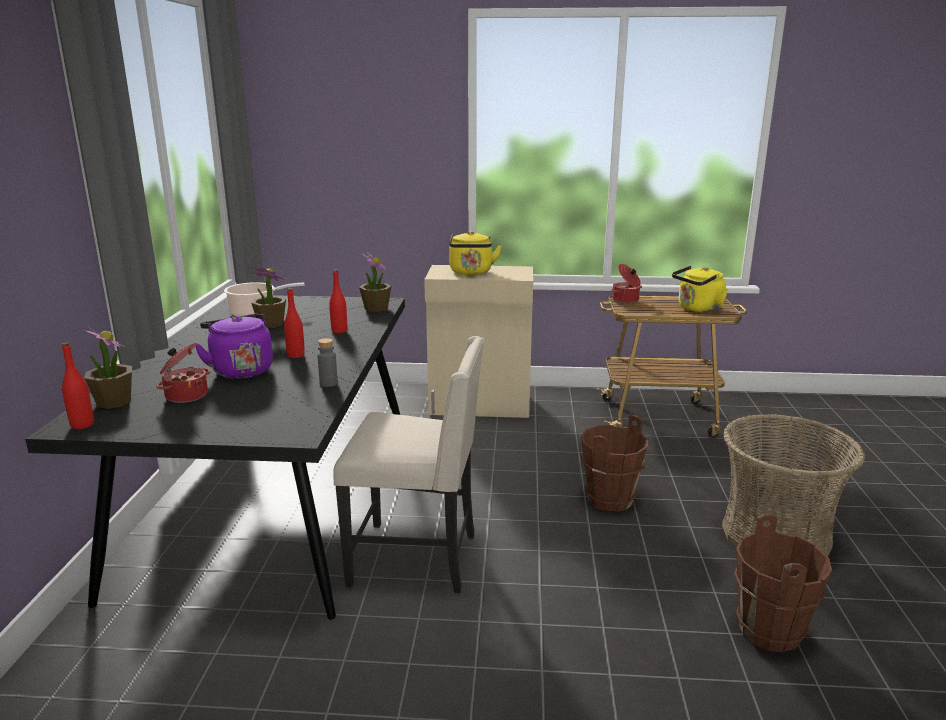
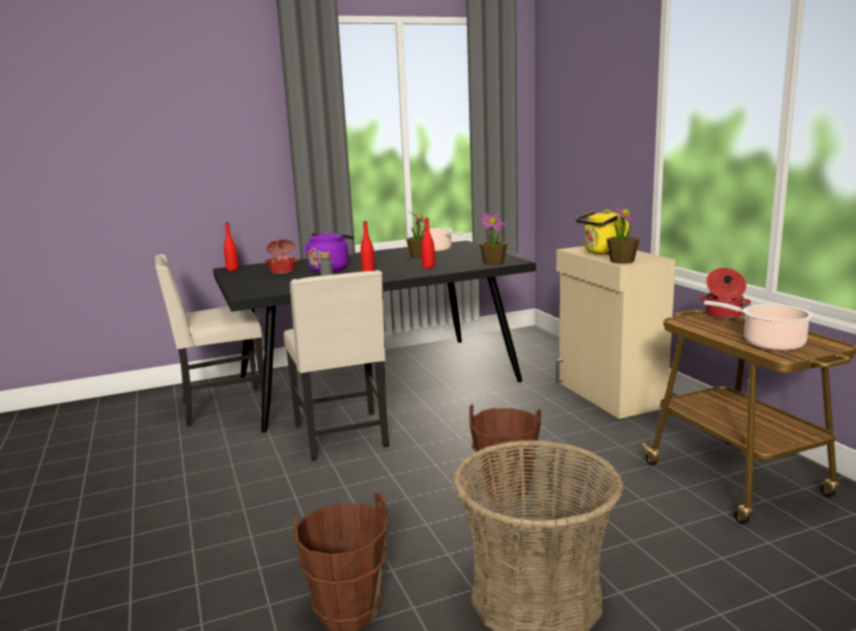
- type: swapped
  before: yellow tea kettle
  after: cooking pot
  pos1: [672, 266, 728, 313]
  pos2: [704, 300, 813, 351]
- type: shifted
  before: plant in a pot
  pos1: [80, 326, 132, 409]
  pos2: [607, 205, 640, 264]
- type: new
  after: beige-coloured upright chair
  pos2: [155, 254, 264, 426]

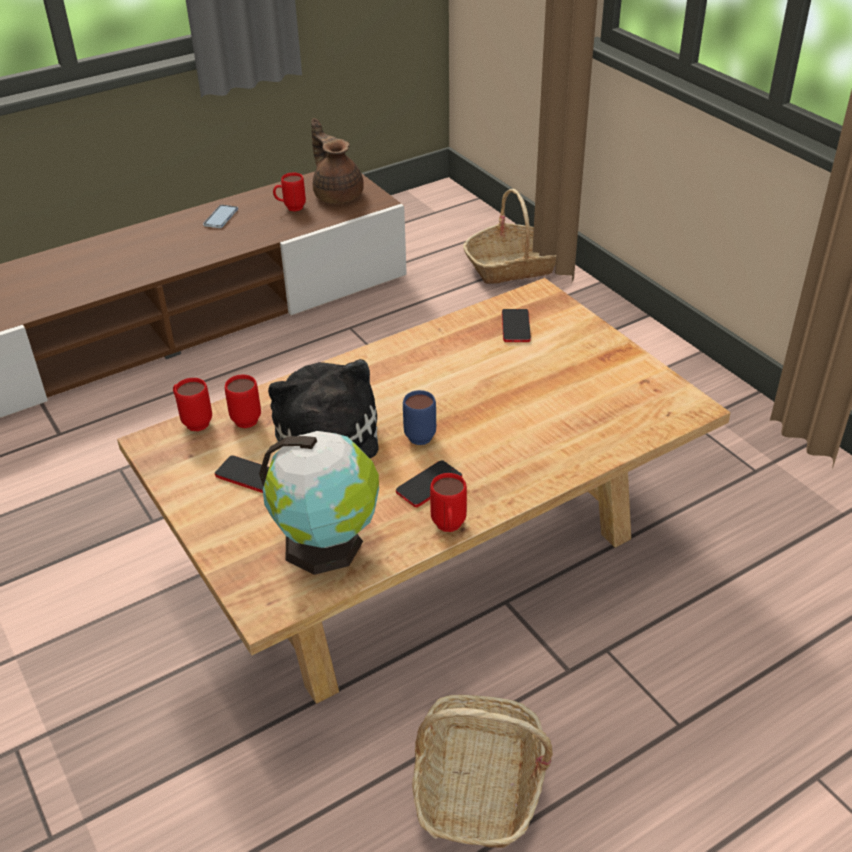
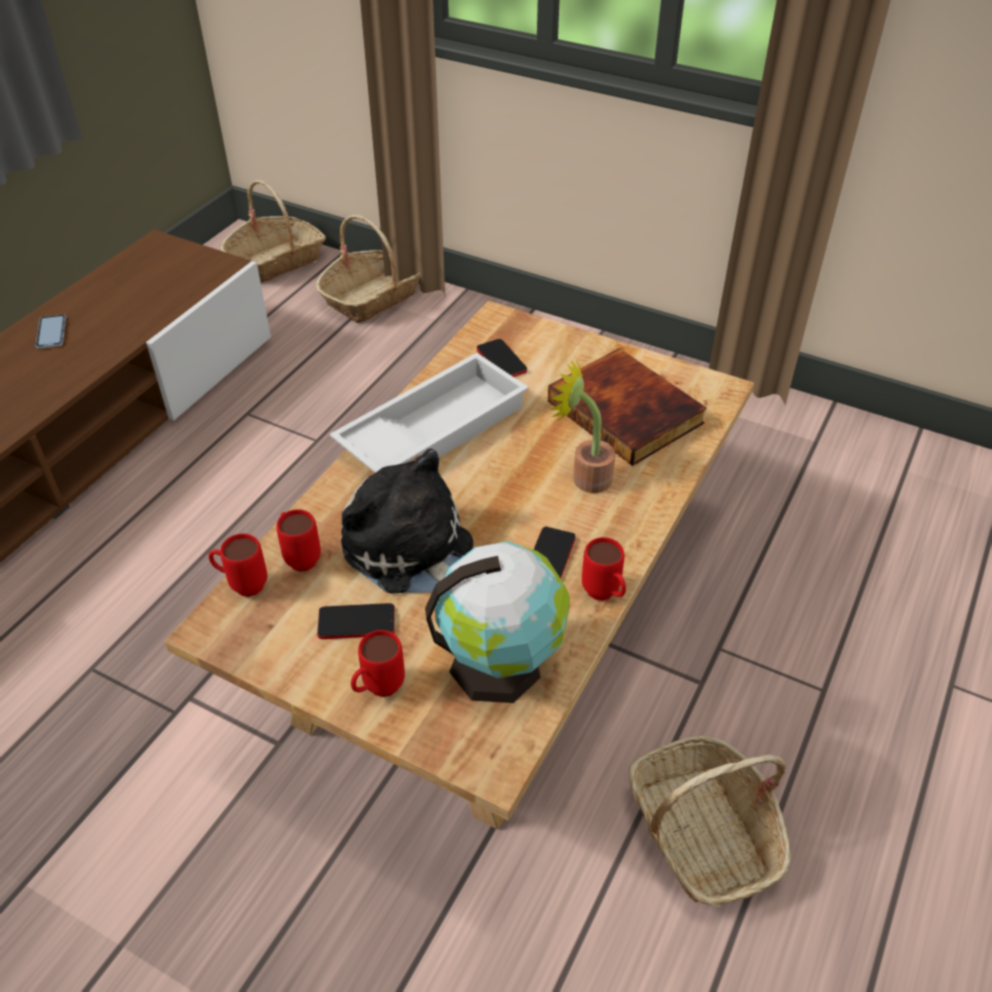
- type: gone
  before: brownish tea pot
  pos1: [311, 118, 364, 204]
- type: shifted
  before: reddish coffee mug
  pos1: [273, 173, 306, 211]
  pos2: [351, 630, 405, 697]
- type: gone
  before: blue coffee mug
  pos1: [403, 390, 436, 445]
- type: new
  after: household basket
  pos2: [221, 180, 326, 283]
- type: new
  after: bound book
  pos2: [548, 348, 707, 466]
- type: new
  after: whitish carrying tray
  pos2: [330, 353, 529, 473]
- type: new
  after: plant in a pot
  pos2: [550, 360, 615, 493]

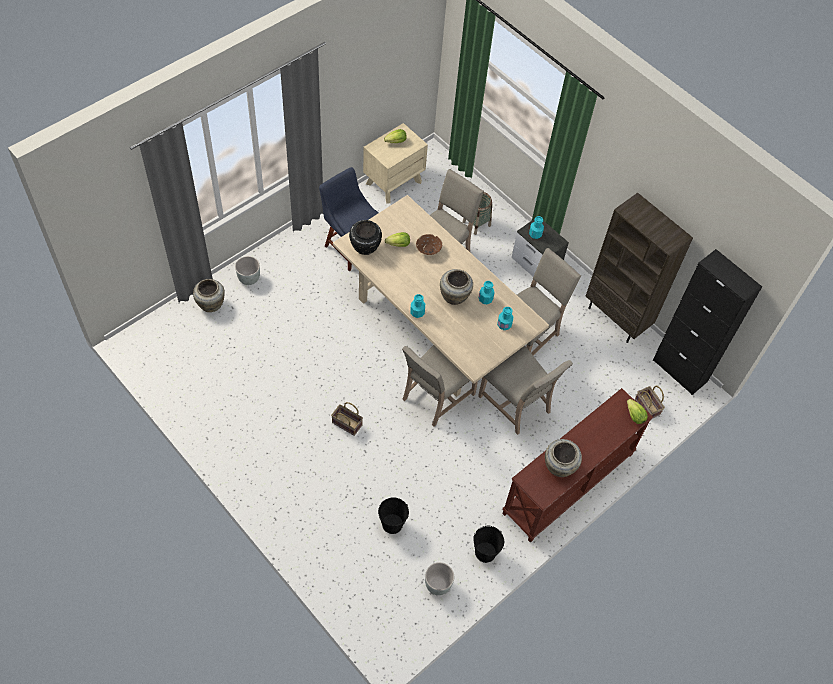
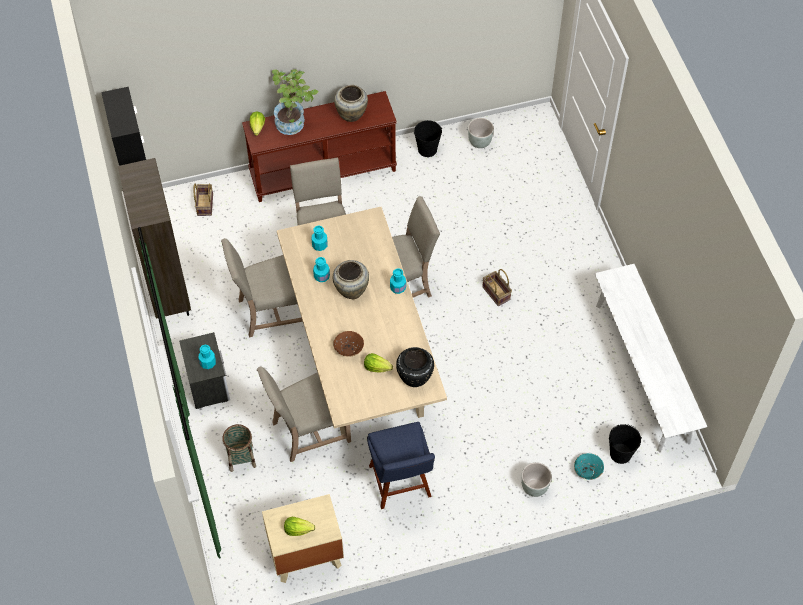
- type: swapped
  before: beige-coloured vase
  after: blue-green serving bowl
  pos1: [193, 279, 225, 312]
  pos2: [574, 453, 604, 480]
- type: shifted
  before: blackish bucket
  pos1: [378, 497, 409, 534]
  pos2: [609, 424, 642, 464]
- type: new
  after: plant in a pot
  pos2: [272, 69, 319, 135]
- type: new
  after: whitish indoor bench
  pos2: [595, 264, 707, 452]

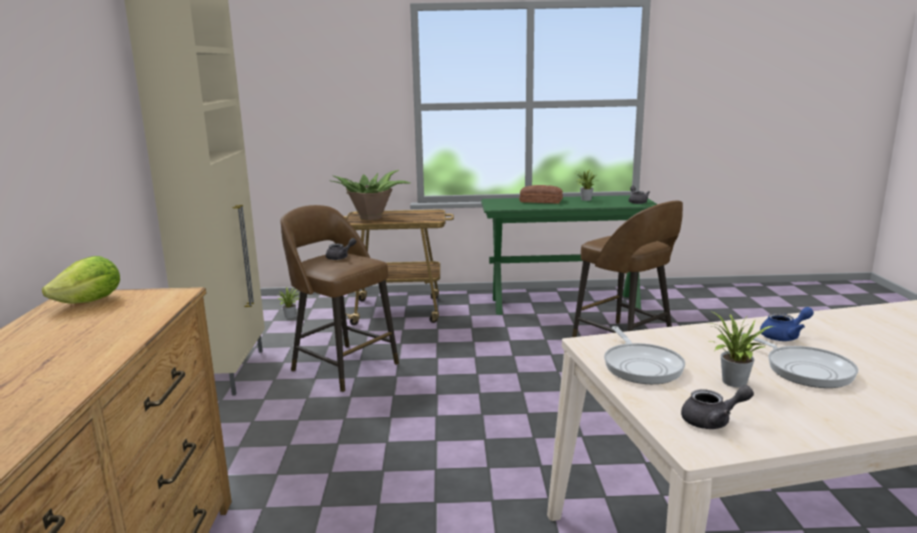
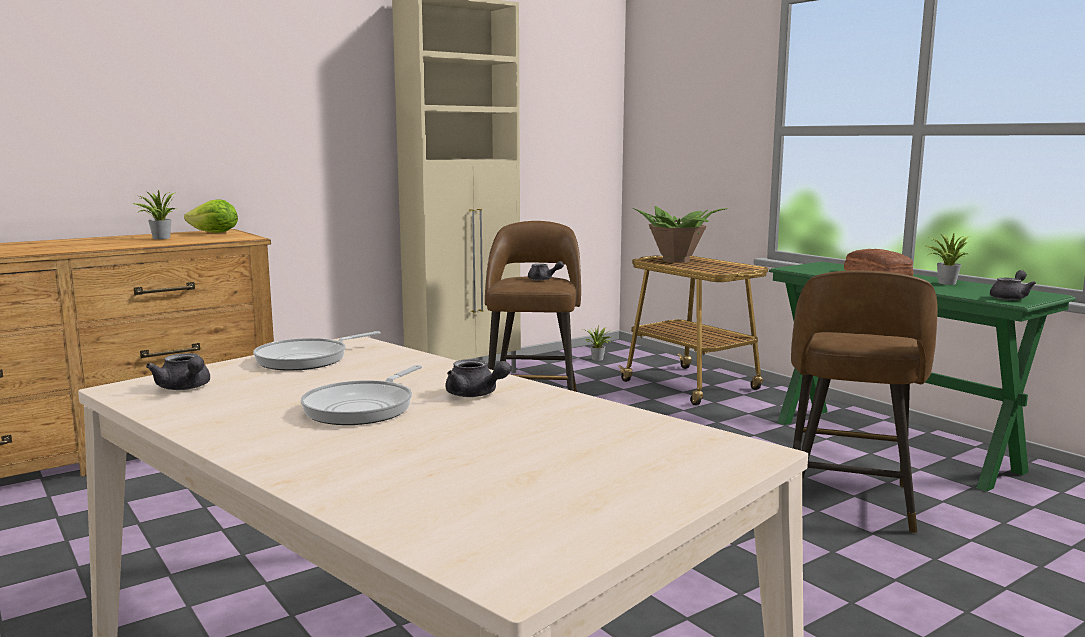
- type: repainted
  before: blue tea pot
  after: gray tea pot
  pos1: [760, 307, 814, 341]
  pos2: [445, 359, 511, 397]
- type: shifted
  before: plant in a pot
  pos1: [708, 312, 773, 387]
  pos2: [132, 190, 176, 239]

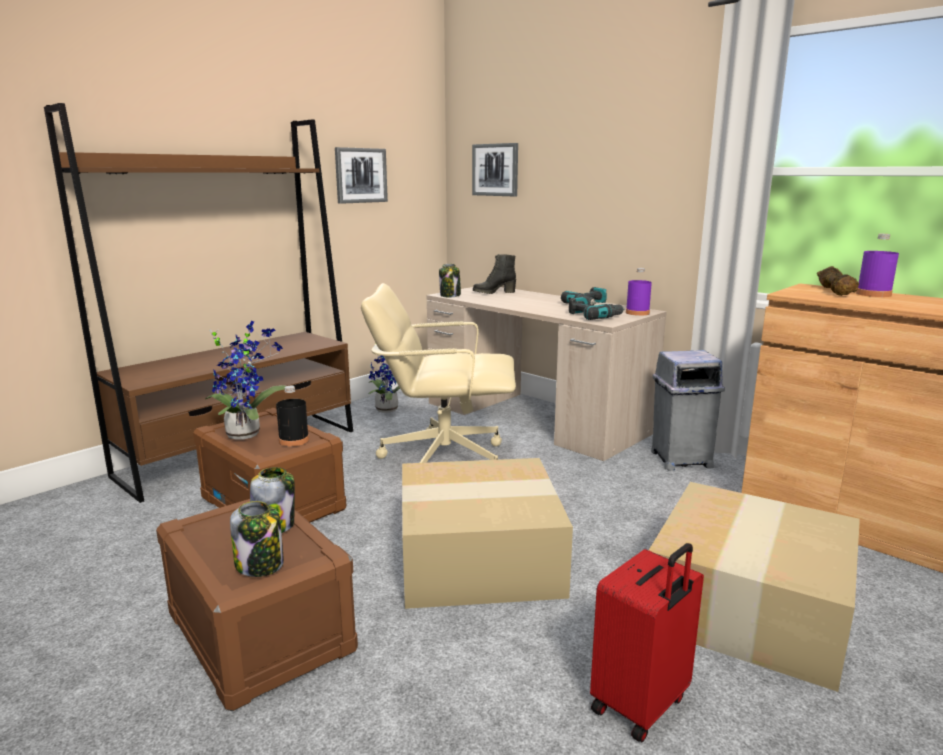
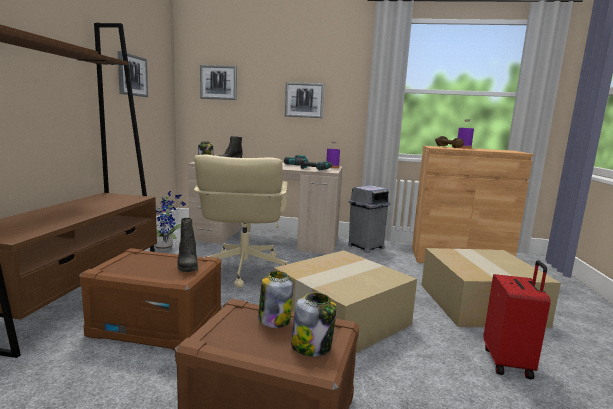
- type: rotated
  before: beige-coloured office chair
  pos1: [361, 283, 516, 463]
  pos2: [194, 155, 288, 288]
  turn: -60
- type: gone
  before: plant in a pot
  pos1: [205, 321, 286, 440]
- type: swapped
  before: blackish drink bottle
  after: blackish tall boot
  pos1: [276, 386, 309, 446]
  pos2: [177, 218, 198, 272]
- type: new
  after: wall picture
  pos2: [285, 82, 324, 118]

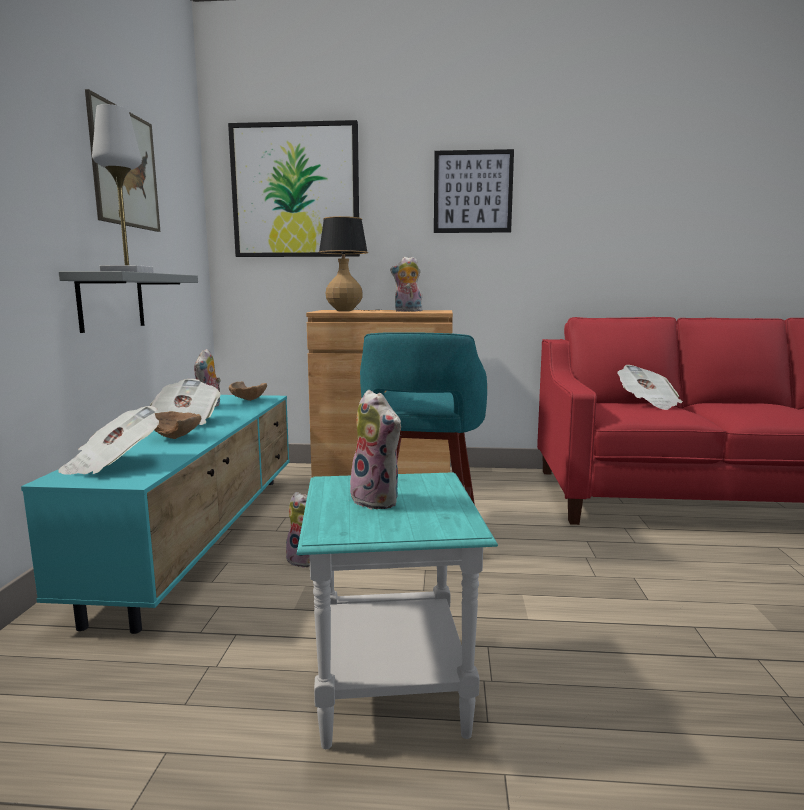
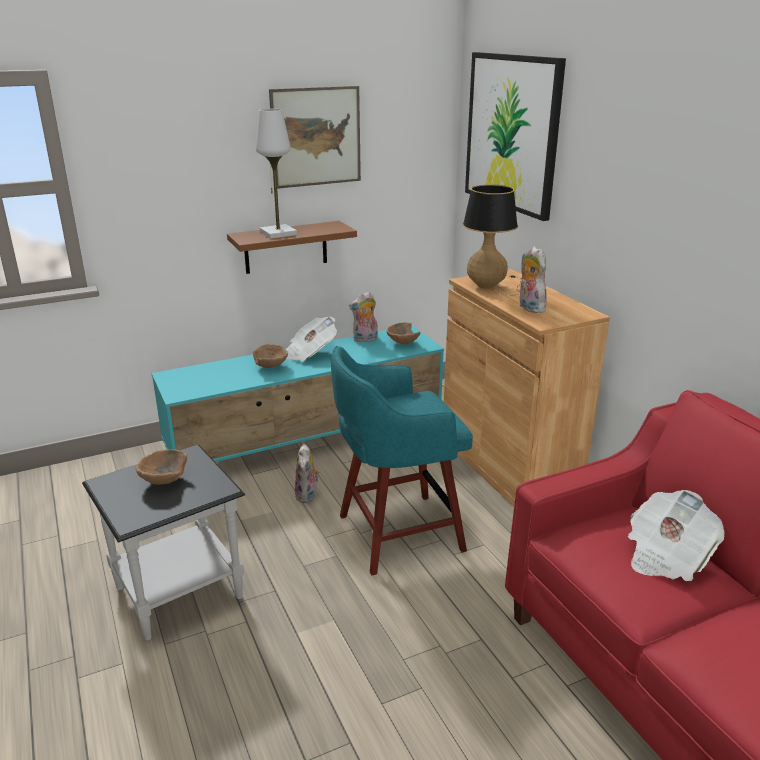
- type: gone
  before: wall picture
  pos1: [434, 149, 514, 233]
- type: repainted
  before: gray shelf
  after: brownish shelf
  pos1: [59, 271, 198, 333]
  pos2: [227, 221, 357, 274]
- type: swapped
  before: cuddly toy
  after: brownish serving bowl
  pos1: [350, 390, 402, 510]
  pos2: [136, 449, 187, 485]
- type: gone
  before: daily paper
  pos1: [59, 406, 159, 475]
- type: repainted
  before: blue-green side table
  after: blackish side table
  pos1: [297, 472, 498, 749]
  pos2: [82, 445, 245, 641]

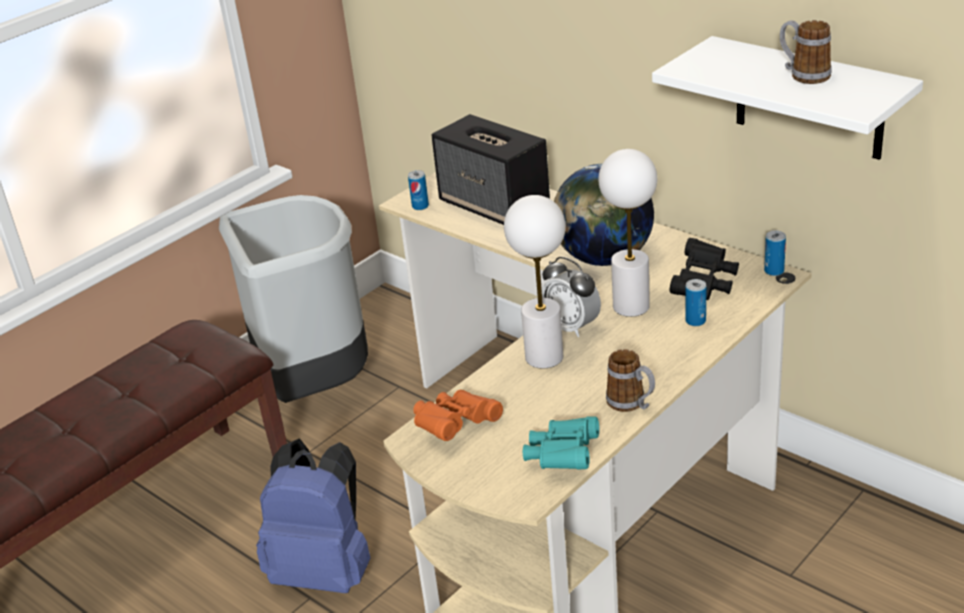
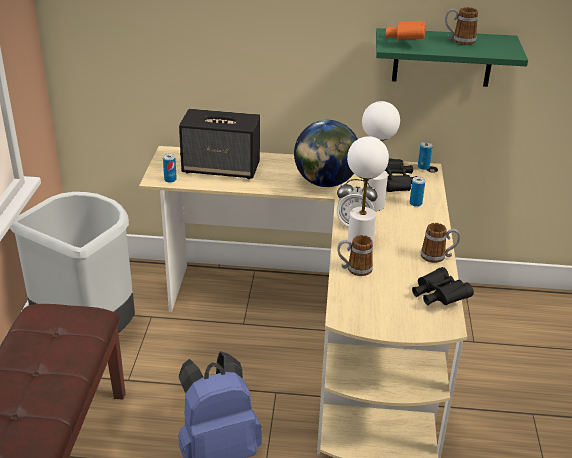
- type: repainted
  before: whitish shelf
  after: green shelf
  pos1: [652, 36, 923, 160]
  pos2: [376, 28, 528, 87]
- type: shifted
  before: orange-coloured pair of binoculars
  pos1: [413, 390, 503, 441]
  pos2: [386, 21, 425, 39]
- type: repainted
  before: blue-green pair of binoculars
  after: blackish pair of binoculars
  pos1: [523, 417, 599, 470]
  pos2: [412, 267, 474, 305]
- type: new
  after: coffee mug
  pos2: [337, 235, 373, 276]

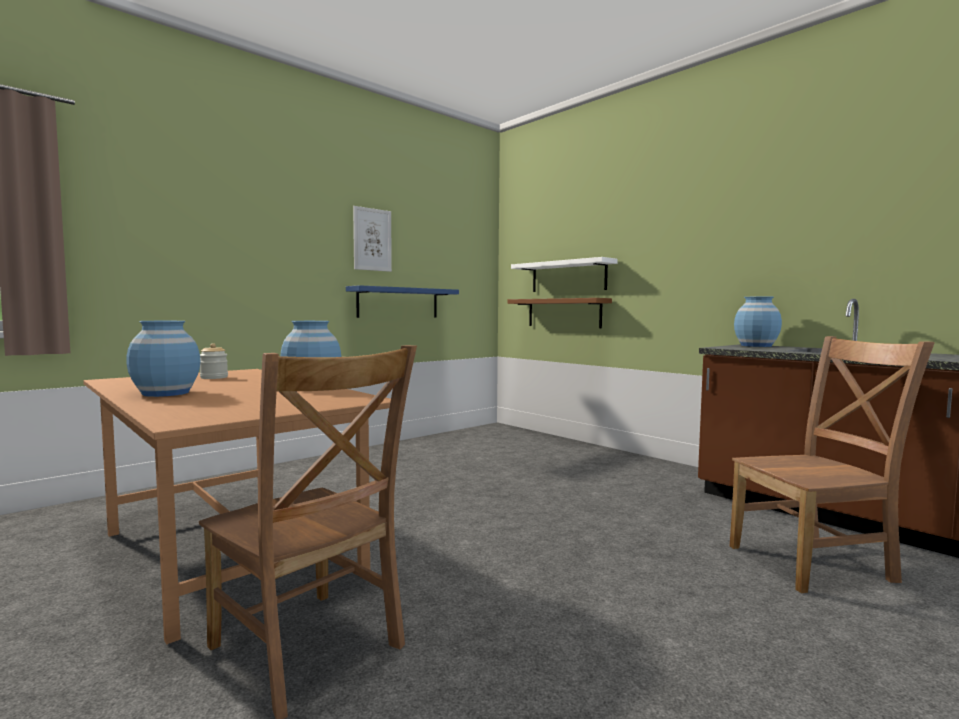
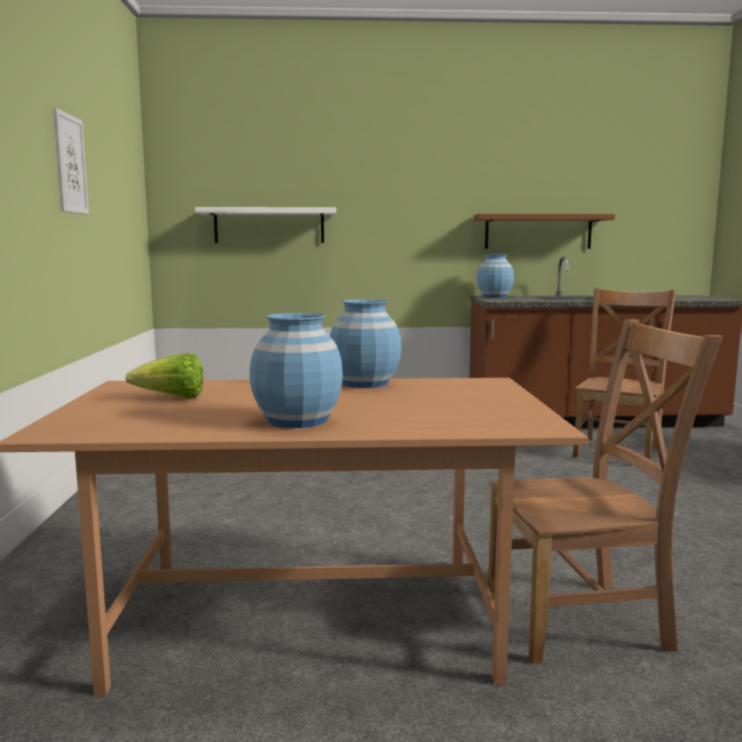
- type: gone
  before: blue shelf
  pos1: [346, 285, 459, 318]
- type: shifted
  before: brownish shelf
  pos1: [507, 298, 612, 328]
  pos2: [473, 214, 615, 249]
- type: swapped
  before: preserve jar
  after: lettuce
  pos1: [200, 343, 228, 379]
  pos2: [125, 353, 203, 398]

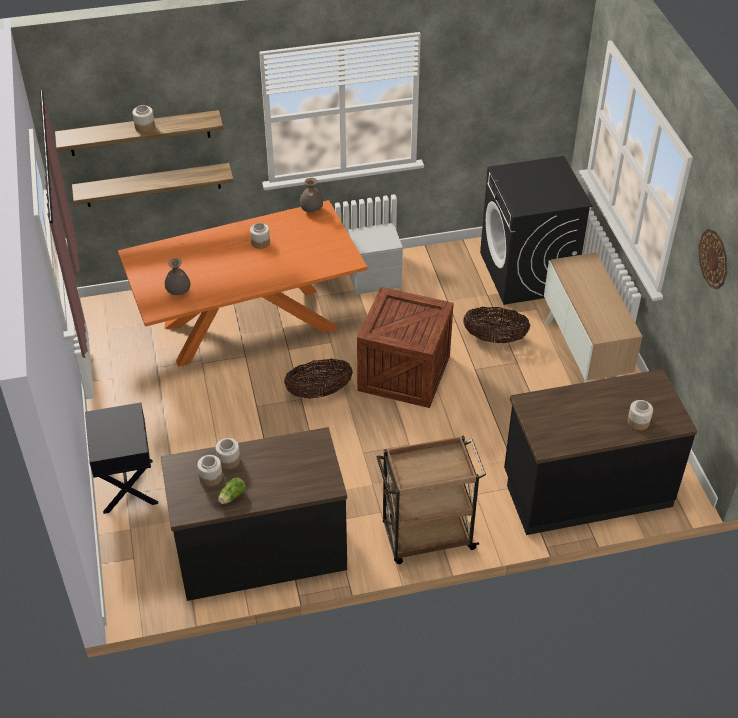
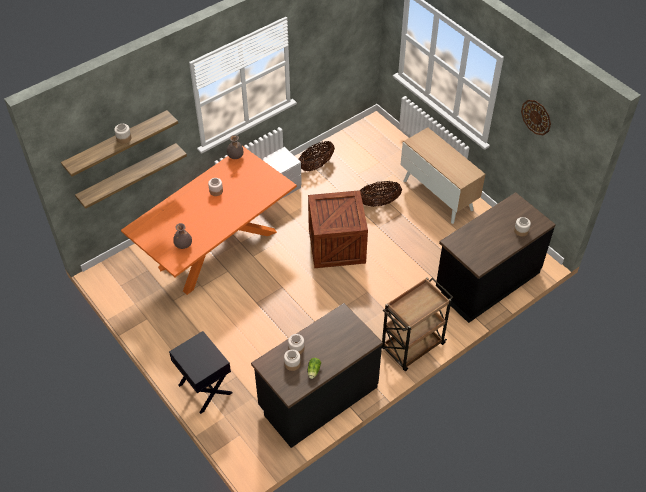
- type: gone
  before: blackish laundry appliance
  pos1: [480, 156, 593, 305]
- type: shifted
  before: household basket
  pos1: [284, 358, 353, 399]
  pos2: [299, 141, 335, 171]

